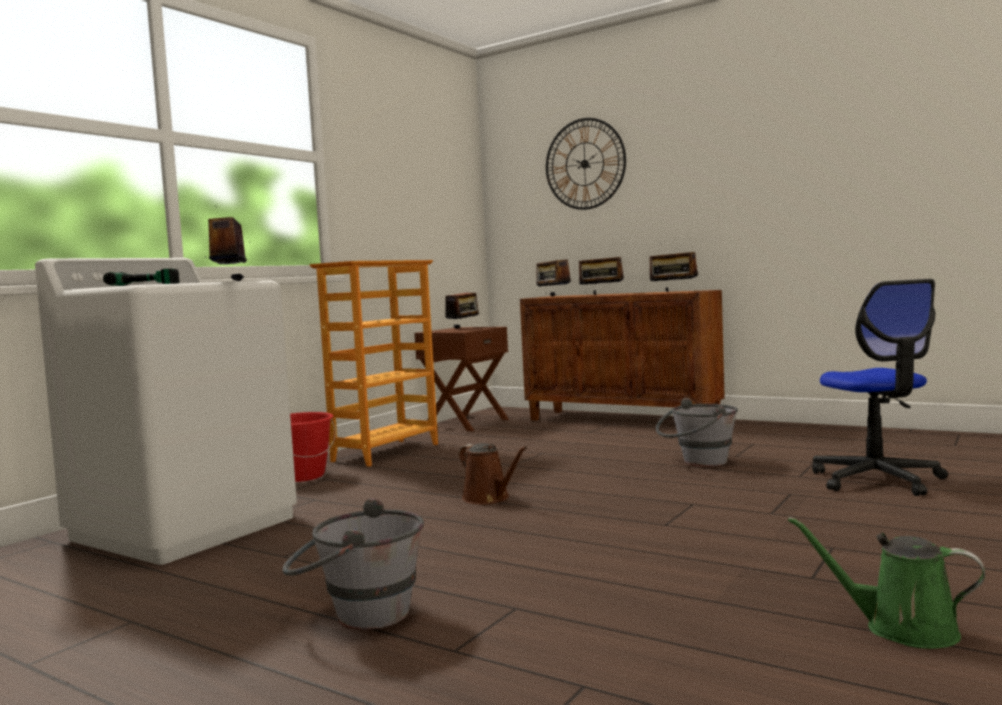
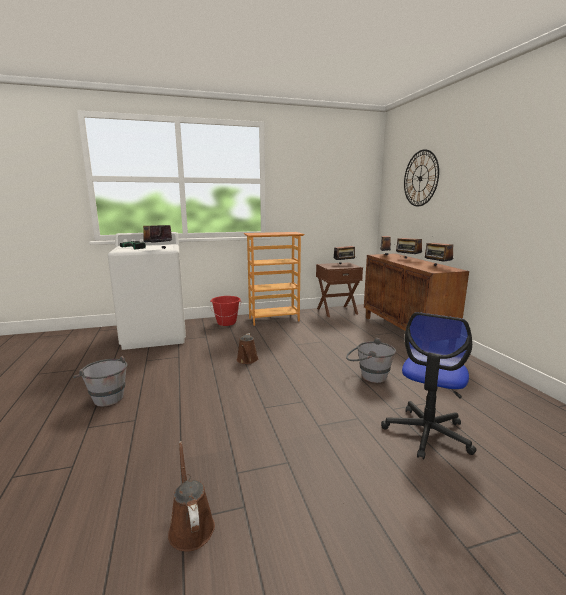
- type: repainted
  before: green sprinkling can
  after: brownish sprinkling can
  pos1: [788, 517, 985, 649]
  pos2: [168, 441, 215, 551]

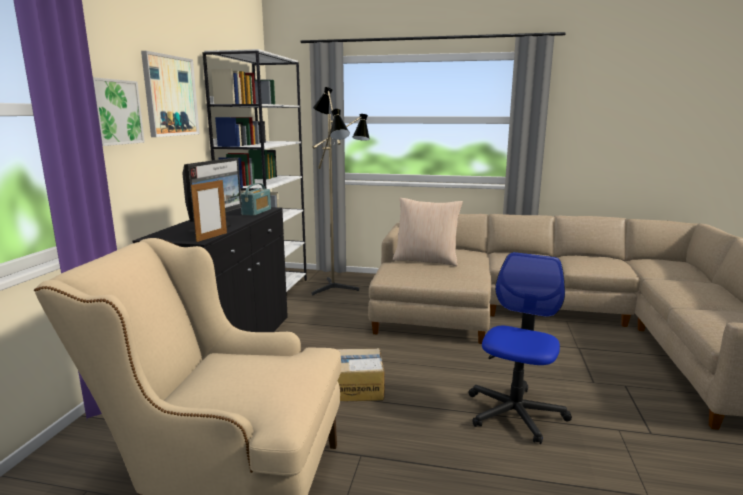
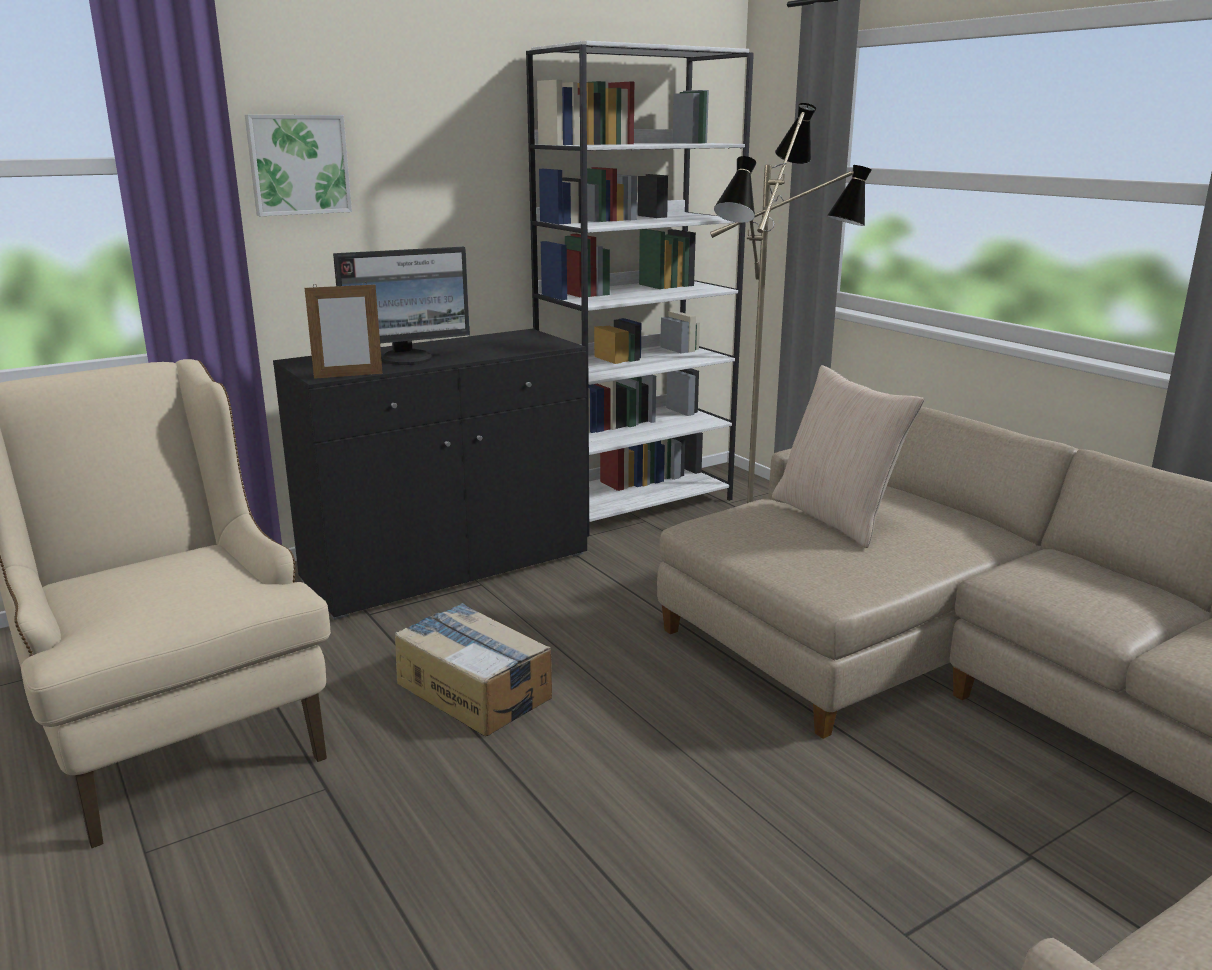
- type: gone
  before: wall picture
  pos1: [141, 51, 200, 137]
- type: gone
  before: radio set
  pos1: [241, 183, 271, 216]
- type: gone
  before: office chair
  pos1: [468, 252, 572, 444]

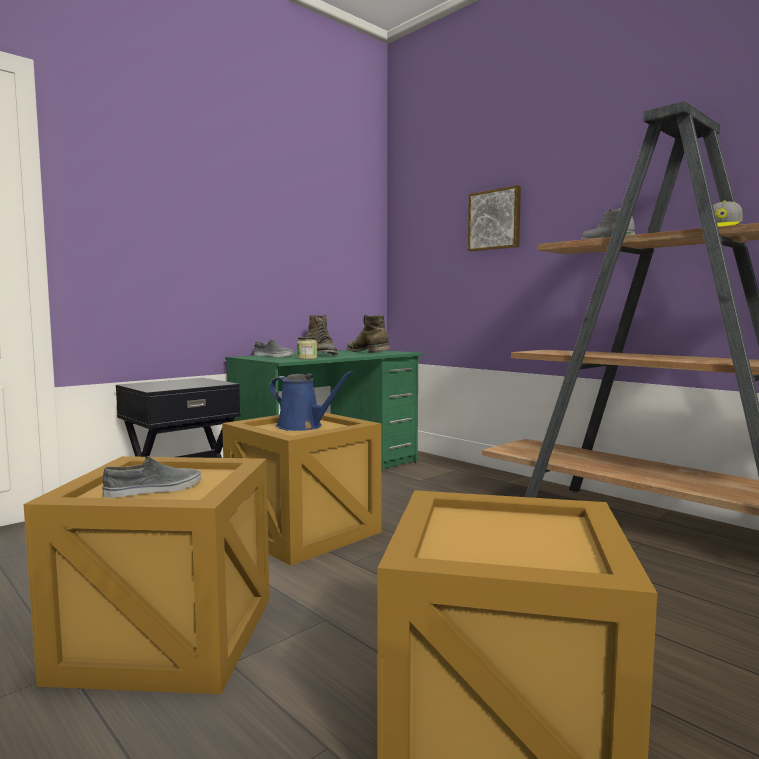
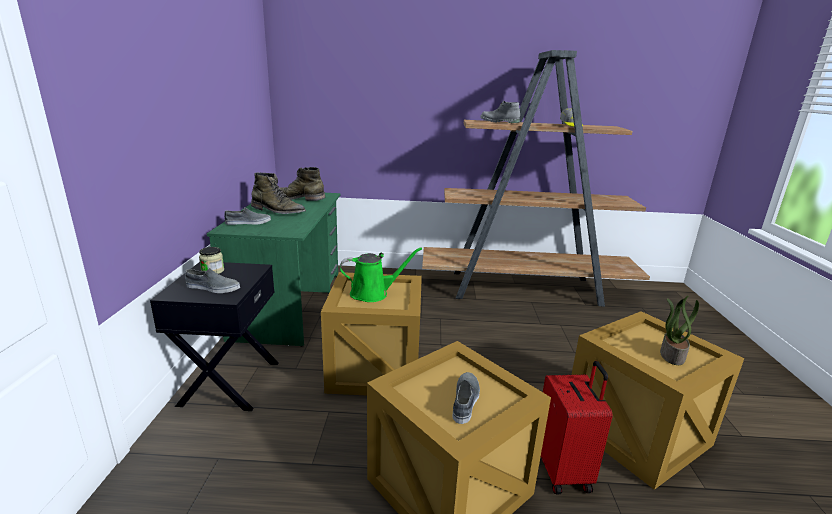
- type: gone
  before: wall picture
  pos1: [468, 185, 521, 252]
- type: shifted
  before: preserve jar
  pos1: [297, 337, 317, 359]
  pos2: [199, 247, 224, 274]
- type: repainted
  before: blue sprinkling can
  after: green sprinkling can
  pos1: [270, 371, 353, 431]
  pos2: [340, 247, 422, 302]
- type: new
  after: gray item of footwear
  pos2: [185, 268, 240, 293]
- type: new
  after: plant in a pot
  pos2: [660, 296, 699, 365]
- type: new
  after: reddish suitcase
  pos2: [540, 361, 613, 494]

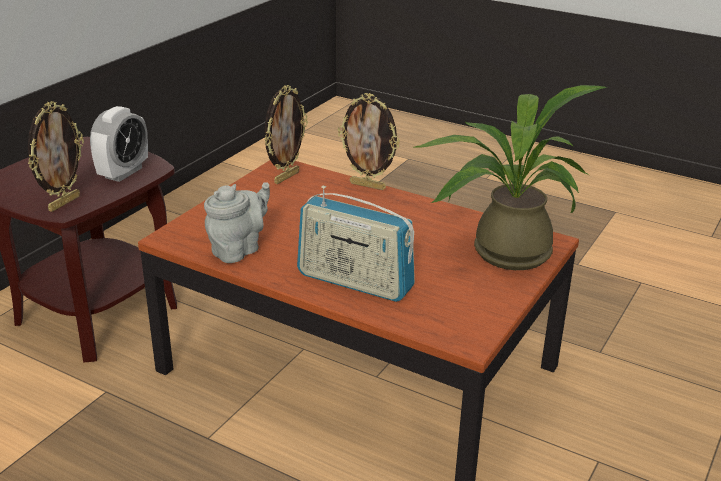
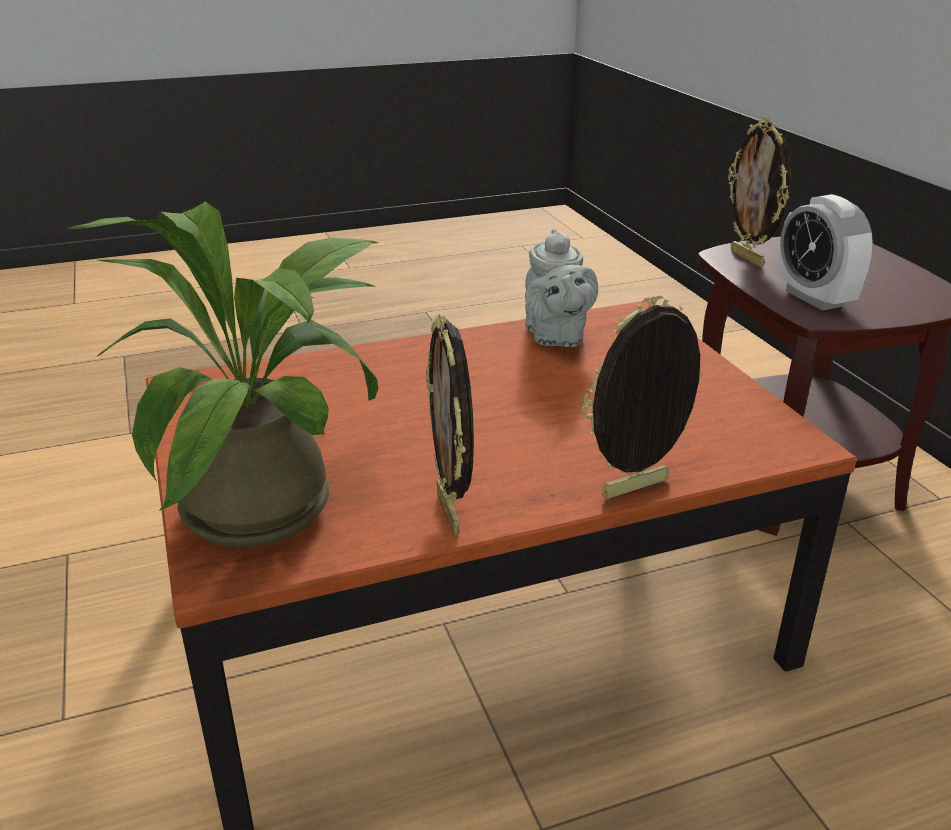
- type: shifted
  before: photo frame
  pos1: [264, 85, 308, 184]
  pos2: [426, 314, 474, 535]
- type: gone
  before: radio set
  pos1: [297, 186, 415, 302]

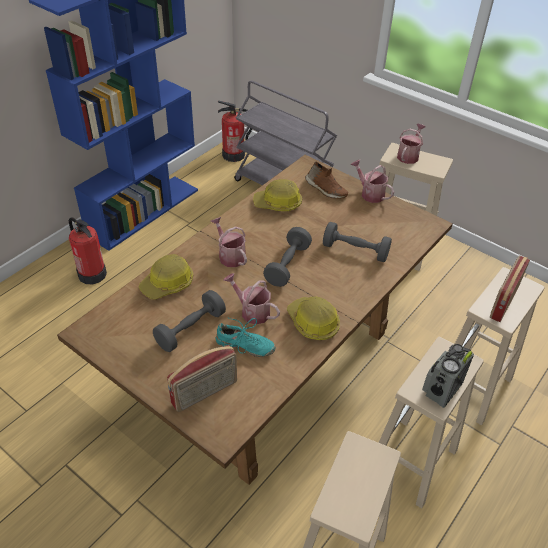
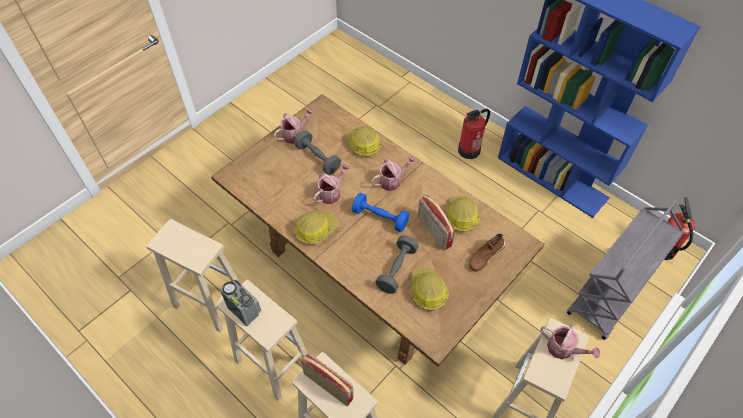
- type: shifted
  before: sprinkling can
  pos1: [350, 160, 394, 203]
  pos2: [274, 108, 314, 144]
- type: repainted
  before: gray hand weight
  after: blue hand weight
  pos1: [263, 227, 312, 287]
  pos2: [352, 193, 409, 232]
- type: gone
  before: blue-green item of footwear
  pos1: [216, 318, 276, 357]
- type: shifted
  before: radio set
  pos1: [167, 345, 237, 412]
  pos2: [418, 195, 455, 250]
- type: new
  after: work helmet
  pos2: [411, 267, 449, 311]

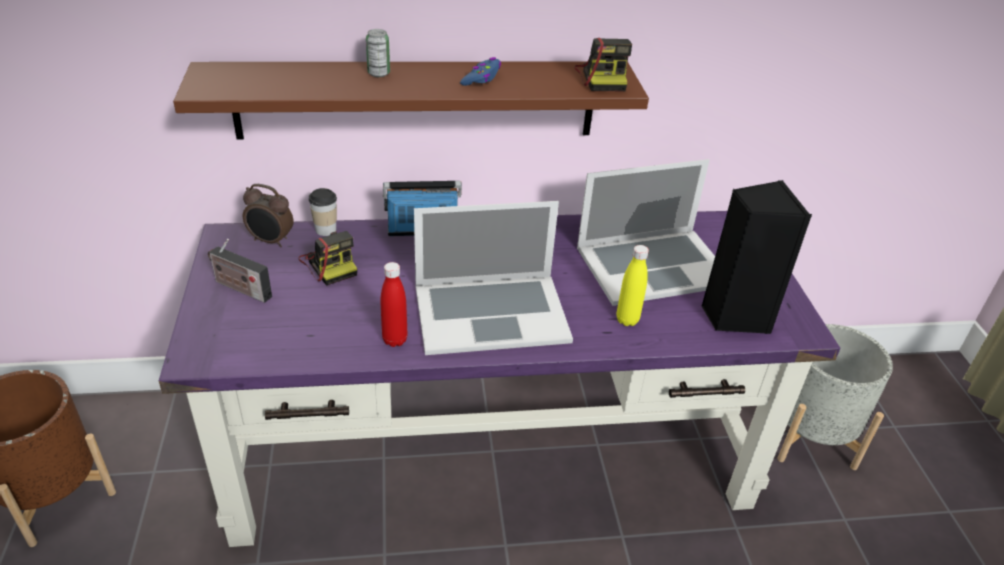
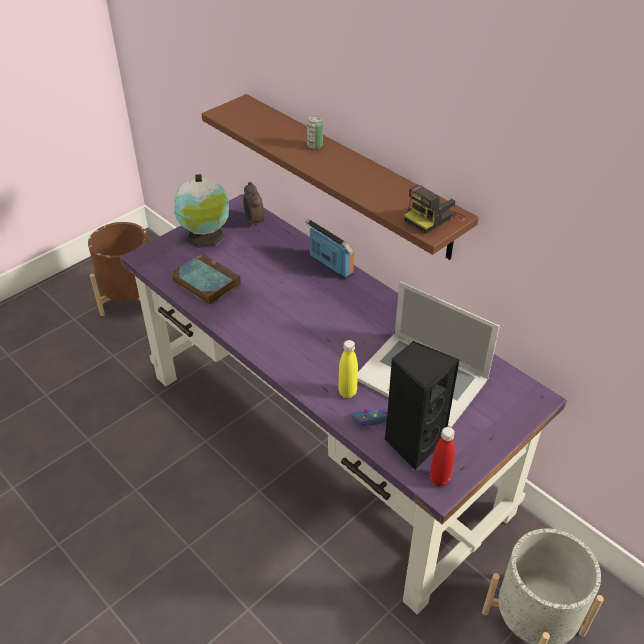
- type: shifted
  before: blue gamepad
  pos1: [460, 57, 501, 86]
  pos2: [351, 405, 388, 426]
- type: gone
  before: small cup
  pos1: [309, 188, 337, 236]
- type: gone
  before: portable computer
  pos1: [414, 201, 573, 355]
- type: gone
  before: still camera
  pos1: [299, 231, 357, 286]
- type: swapped
  before: radio set
  after: globe
  pos1: [208, 239, 272, 303]
  pos2: [174, 174, 229, 248]
- type: shifted
  before: reddish drink bottle
  pos1: [381, 262, 407, 347]
  pos2: [430, 427, 455, 487]
- type: new
  after: bound book
  pos2: [171, 253, 241, 305]

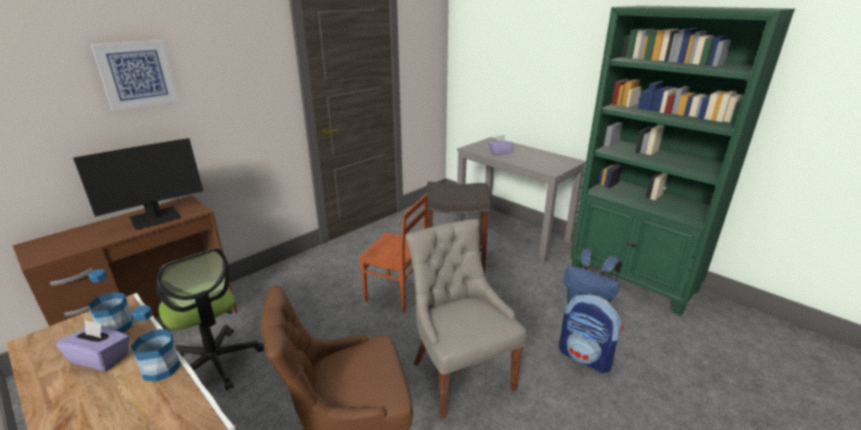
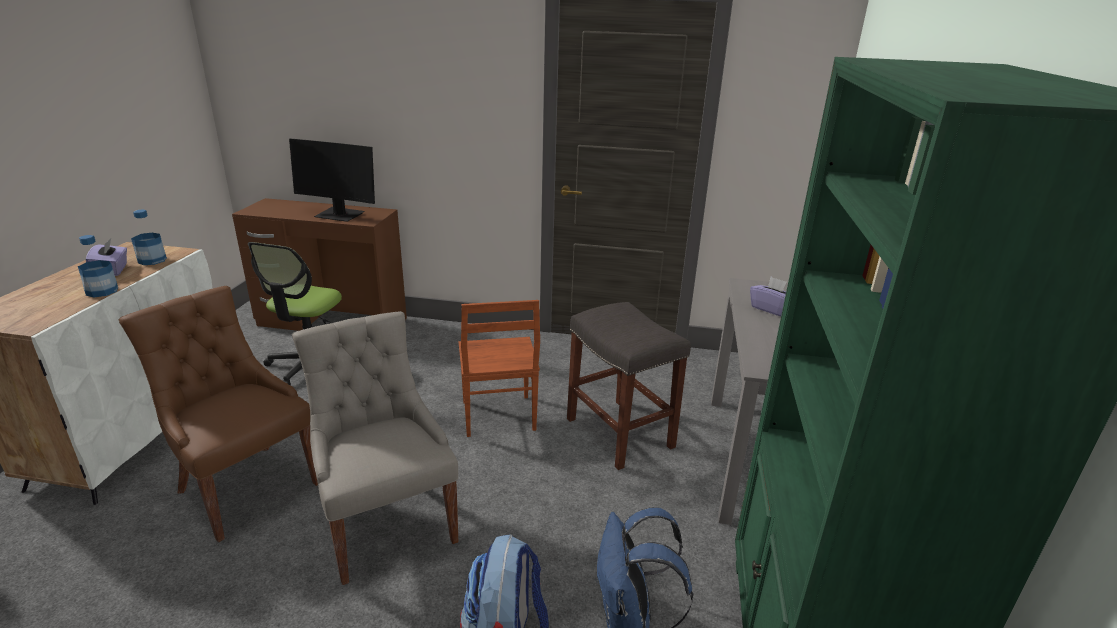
- type: gone
  before: wall picture
  pos1: [91, 40, 179, 111]
- type: rotated
  before: gray upright chair
  pos1: [406, 219, 527, 420]
  pos2: [292, 311, 458, 585]
  turn: -60

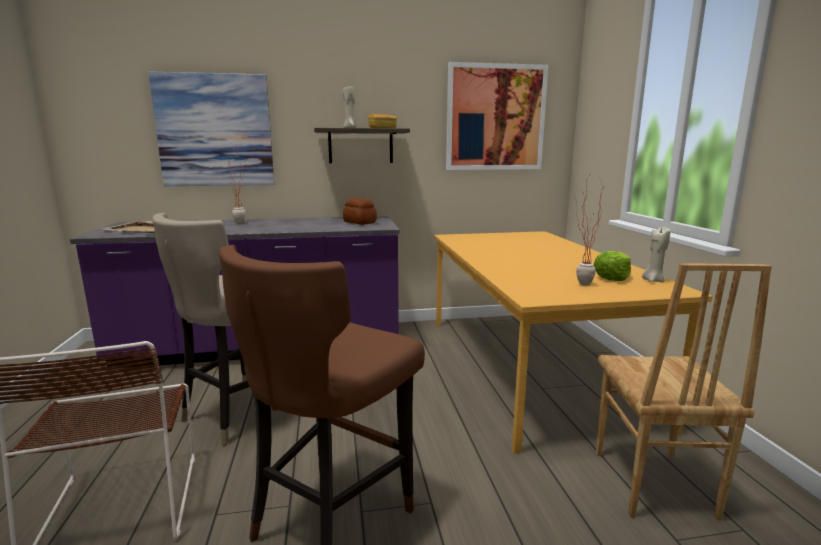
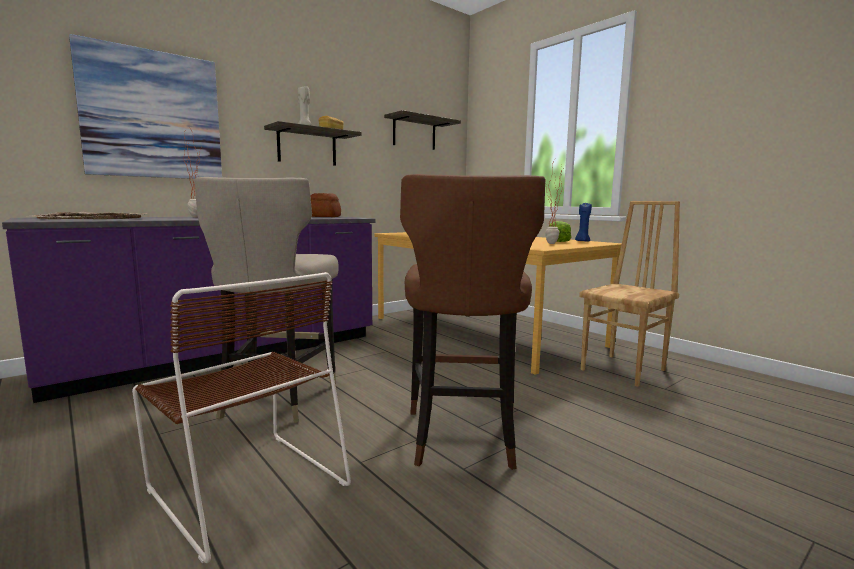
- type: swapped
  before: wall picture
  after: shelf
  pos1: [446, 62, 548, 170]
  pos2: [384, 110, 461, 150]
- type: repainted
  before: beige-coloured wax candle
  after: blue wax candle
  pos1: [642, 227, 670, 282]
  pos2: [575, 203, 592, 241]
- type: rotated
  before: brownish upright chair
  pos1: [596, 263, 772, 520]
  pos2: [579, 201, 680, 387]
  turn: -105

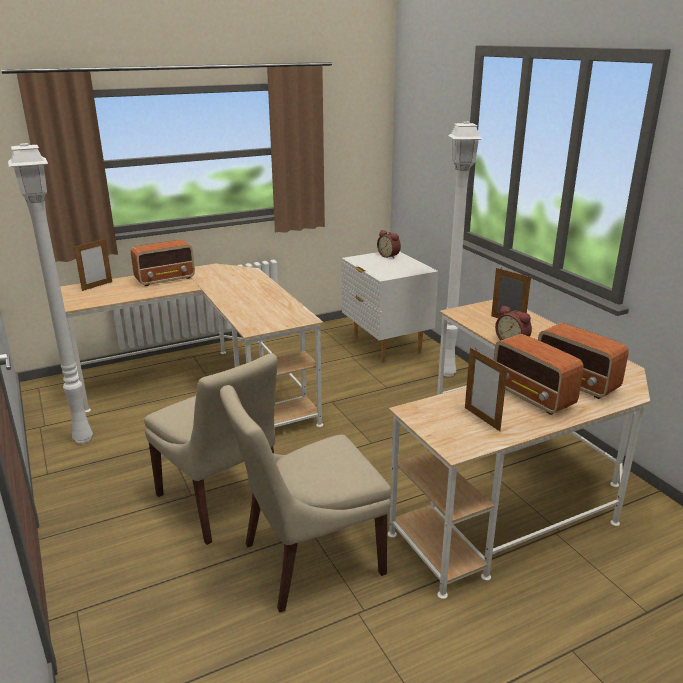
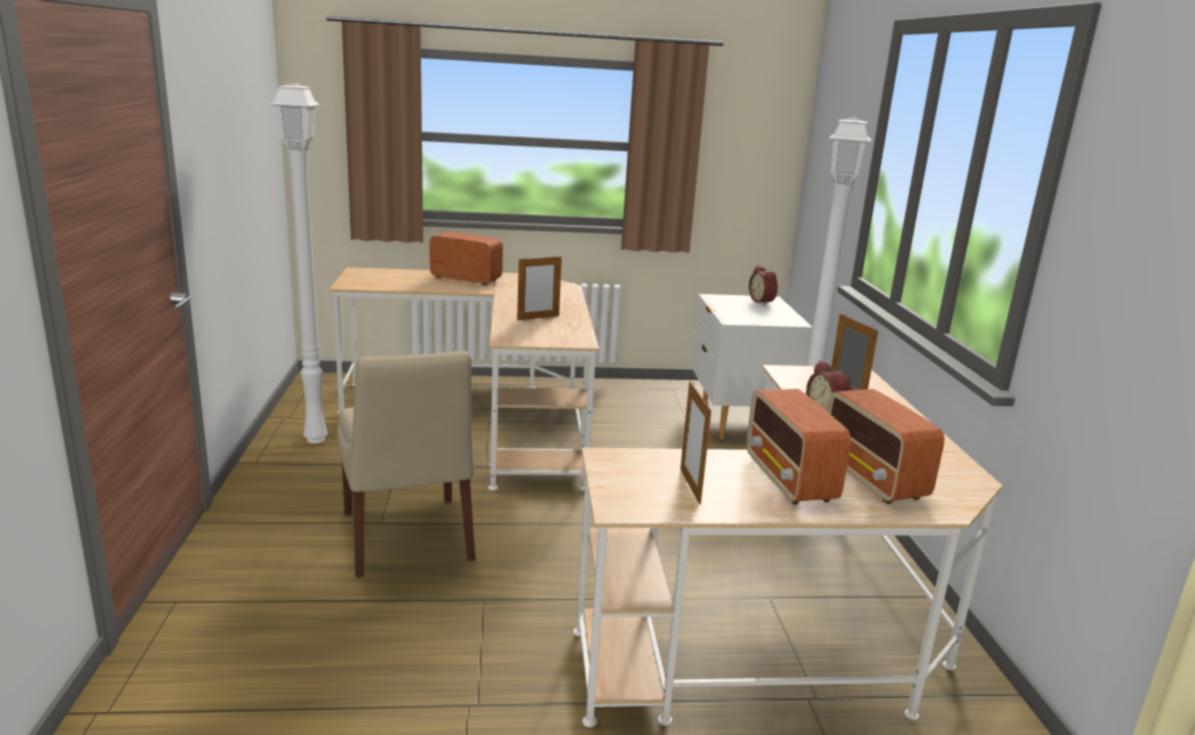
- type: shifted
  before: photo frame
  pos1: [74, 238, 112, 291]
  pos2: [517, 257, 562, 320]
- type: rotated
  before: radio set
  pos1: [131, 240, 195, 286]
  pos2: [430, 232, 503, 285]
  turn: -150
- type: gone
  before: beige-coloured upright chair
  pos1: [220, 385, 391, 613]

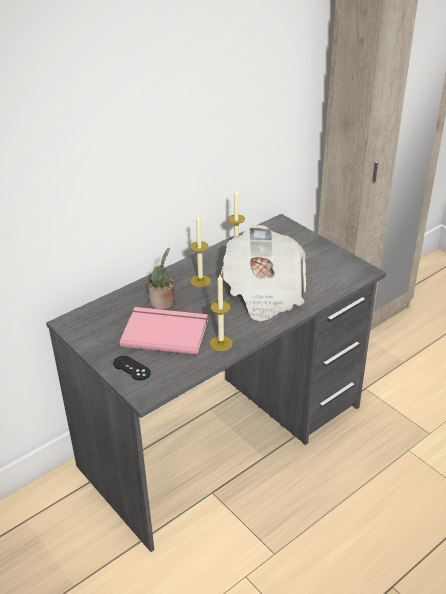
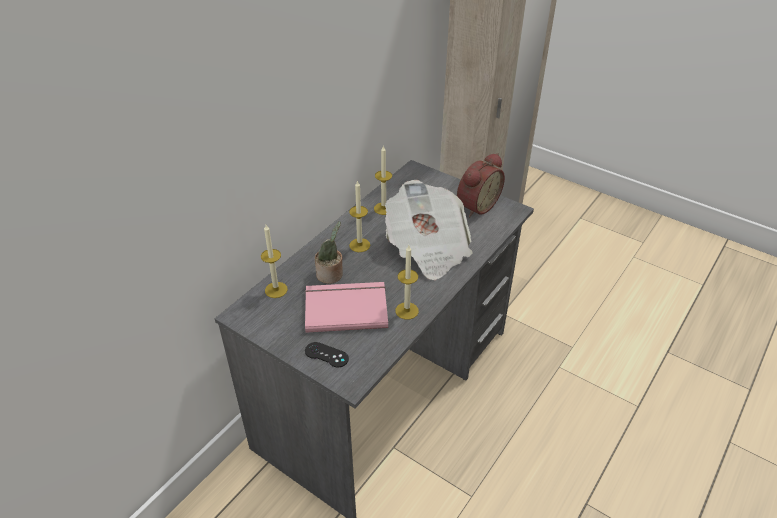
- type: new
  after: bedside clock
  pos2: [457, 153, 505, 217]
- type: new
  after: wax candle
  pos2: [261, 225, 288, 298]

